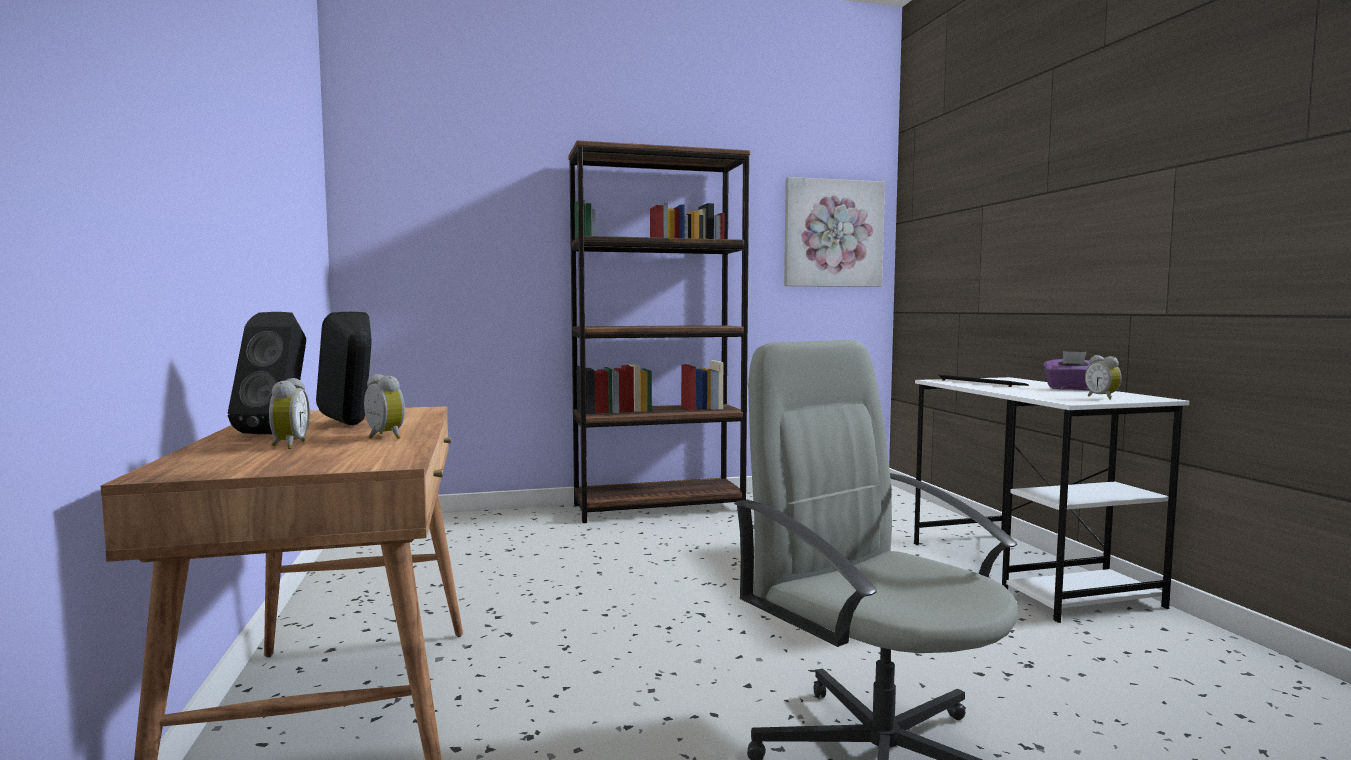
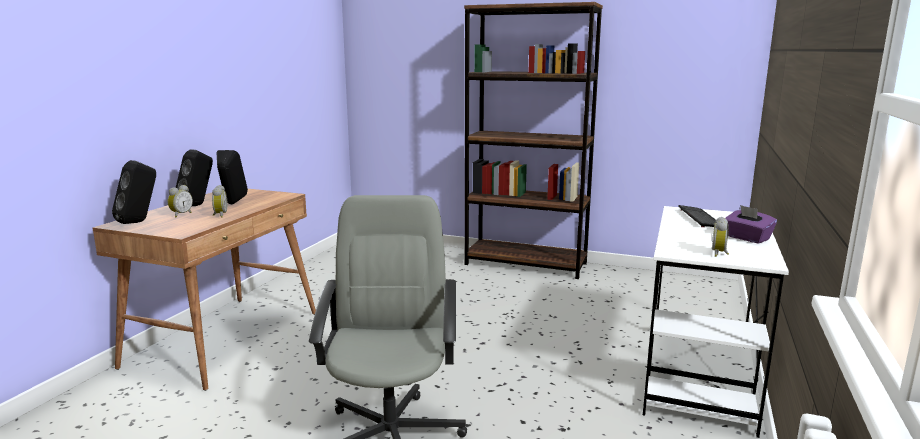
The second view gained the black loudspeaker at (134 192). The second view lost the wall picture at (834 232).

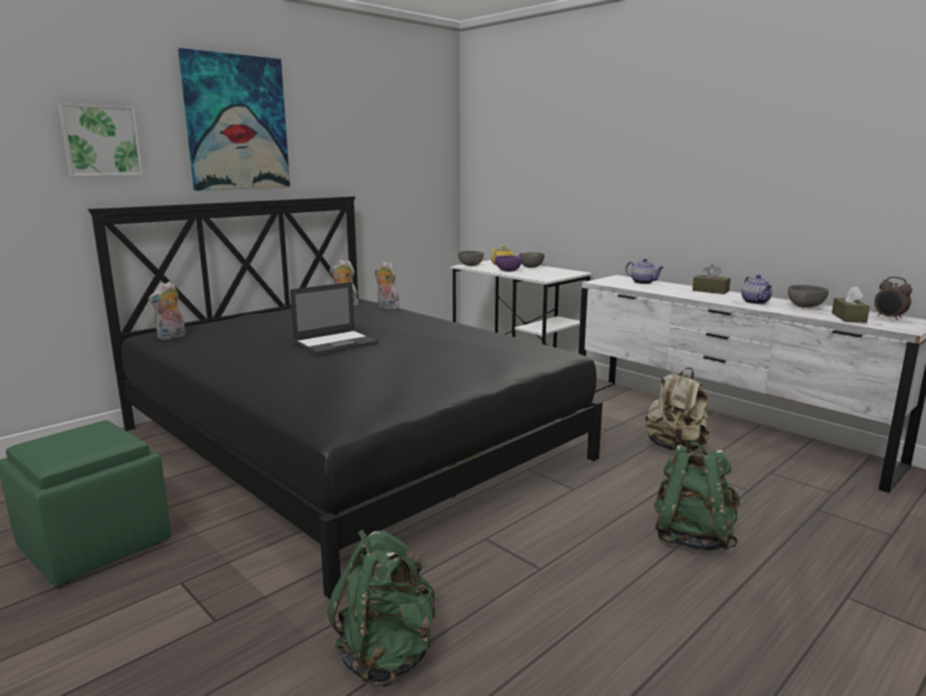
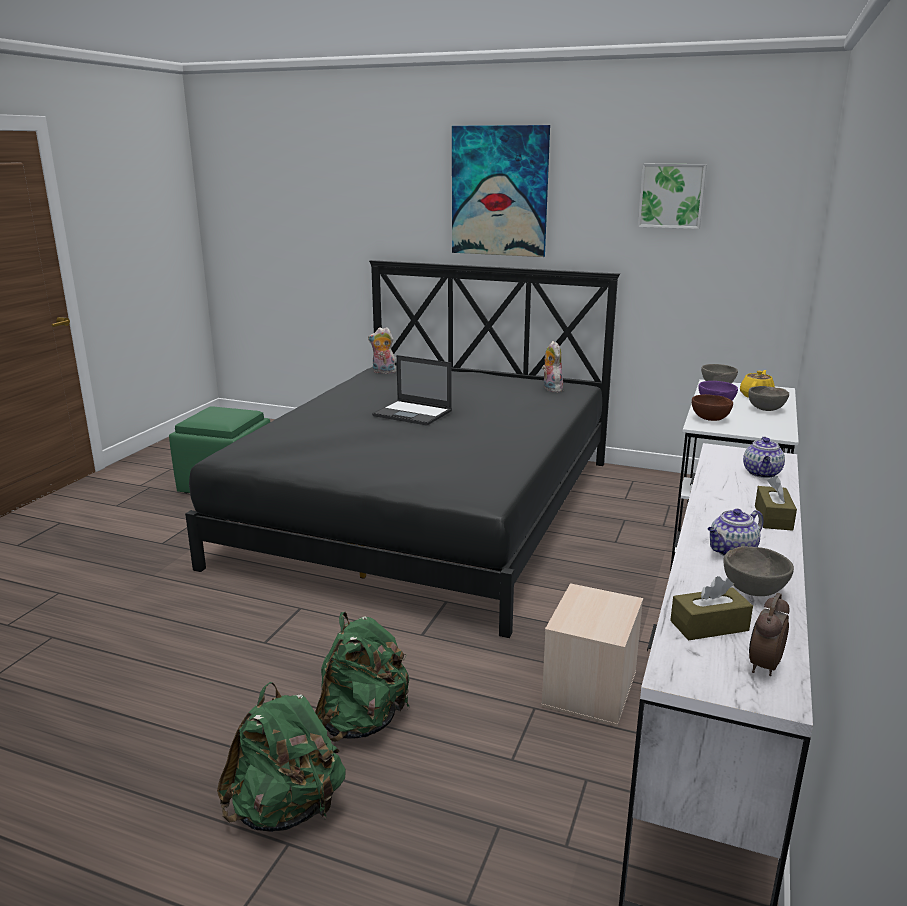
The greenish backpack ended up elsewhere, having gone from (381 608) to (281 757). Where the sand-coloured backpack stood at (677 409), the sand-coloured storage bin came to stand at (592 655). The wall picture ended up elsewhere, having gone from (100 139) to (672 196). The second view gained the brownish serving bowl at (712 407). The second view lost the cuddly toy at (387 285).

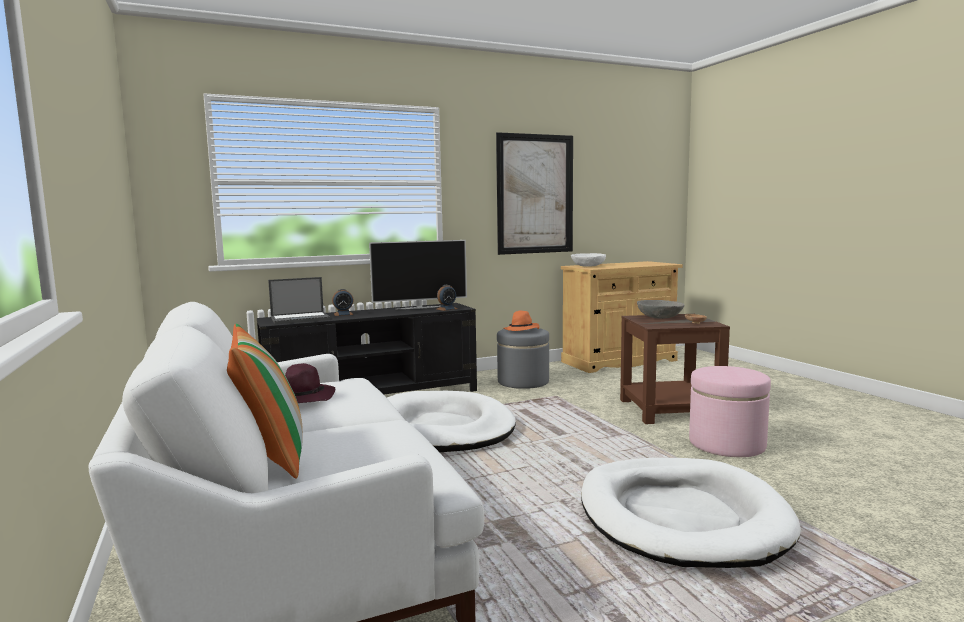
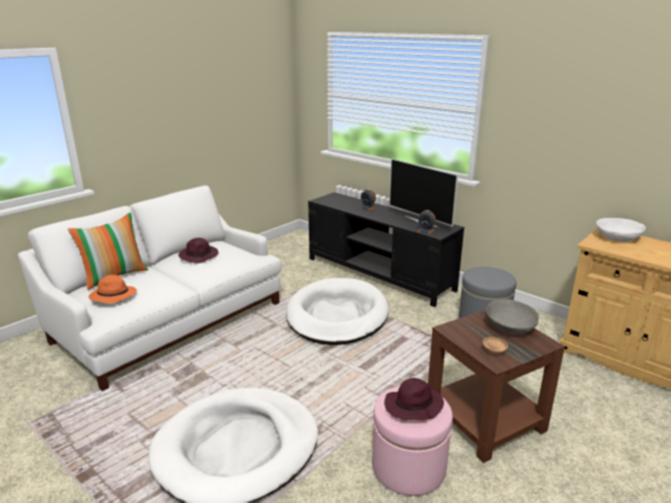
The orange wearable hat ended up elsewhere, having gone from (522 321) to (113 289). The second view gained the purple wearable hat at (414 399). The second view lost the laptop at (299 300). The second view lost the wall picture at (534 193).

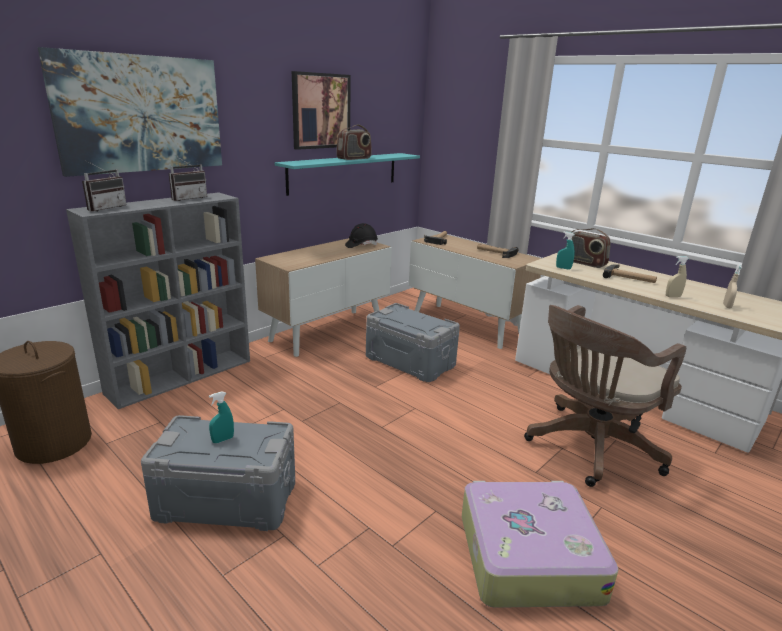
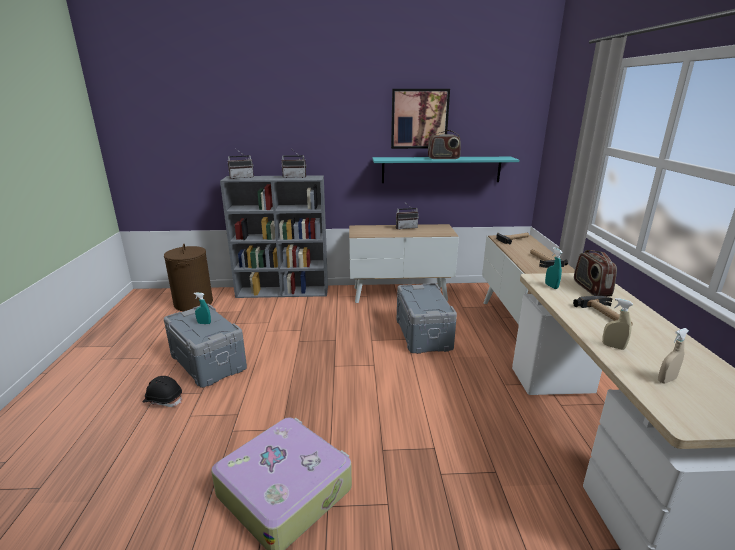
The black work helmet ended up elsewhere, having gone from (361 235) to (162 391). The second view gained the radio set at (407 215). The second view lost the wall picture at (130 112). The second view lost the brownish computer chair at (605 396).

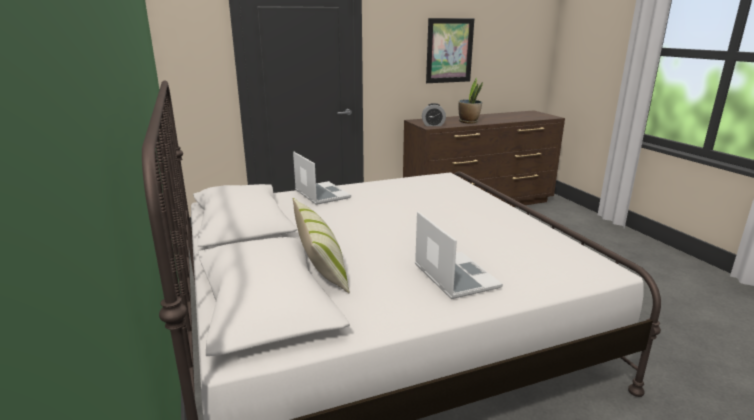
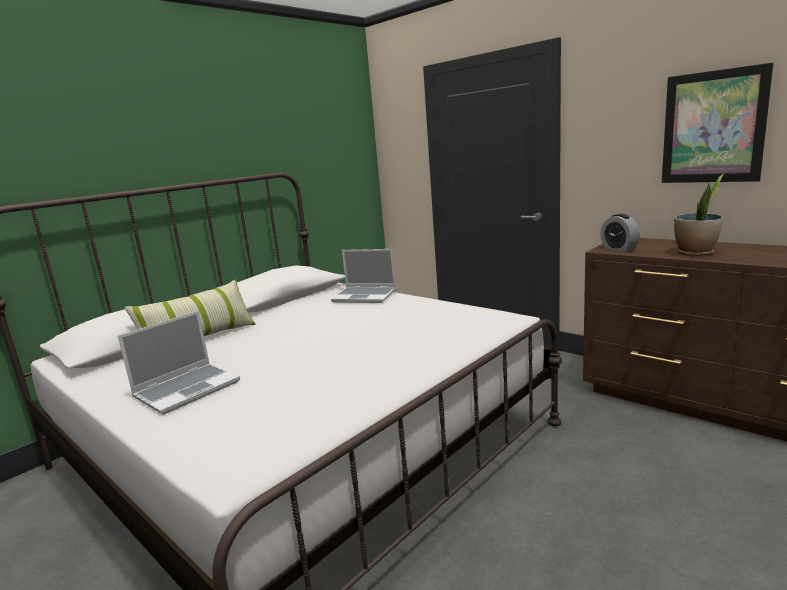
The laptop at (322 178) ended up facing another way, 75 degrees clockwise from before.

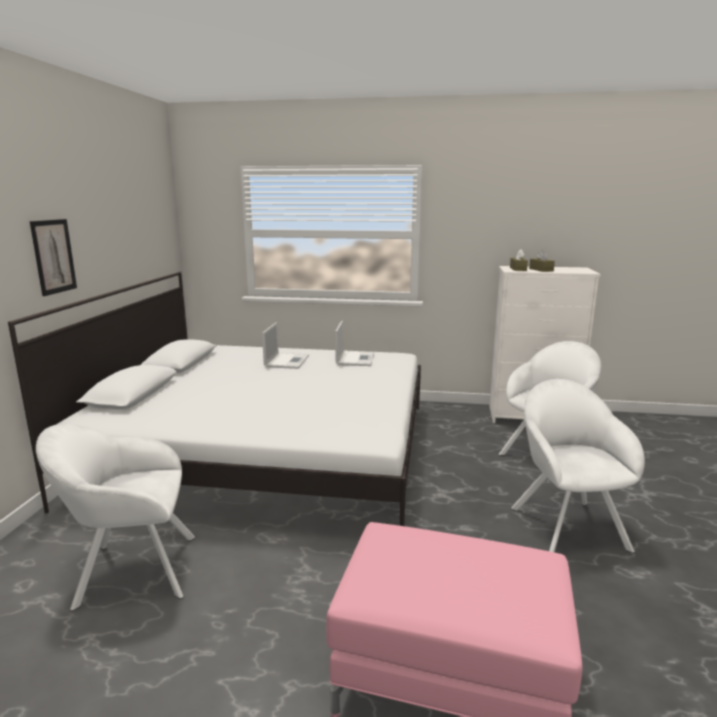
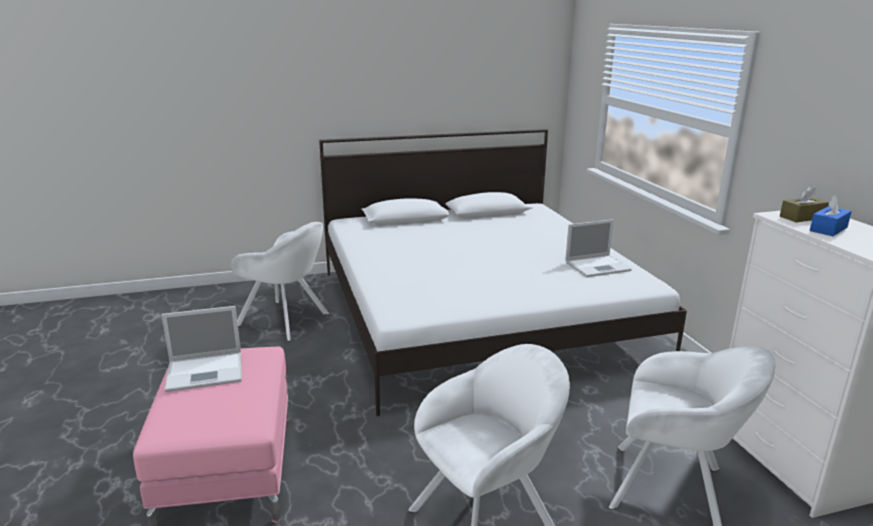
The laptop ended up elsewhere, having gone from (285 345) to (202 349). The whitish easy chair at (115 517) ended up facing another way, 150 degrees clockwise from before. What was the brownish tissue box at (542 261) turned into the blue-coloured tissue box at (831 215). The second view lost the wall picture at (53 257).

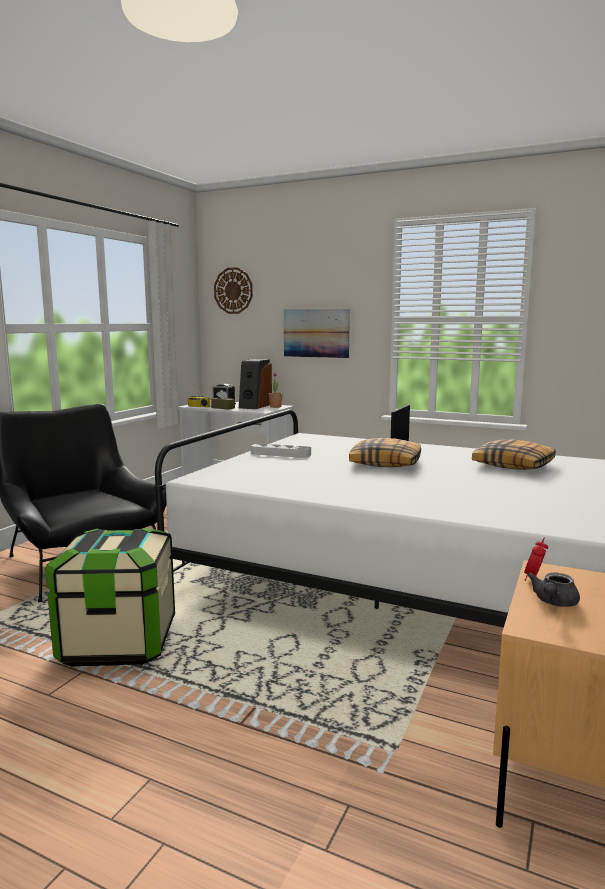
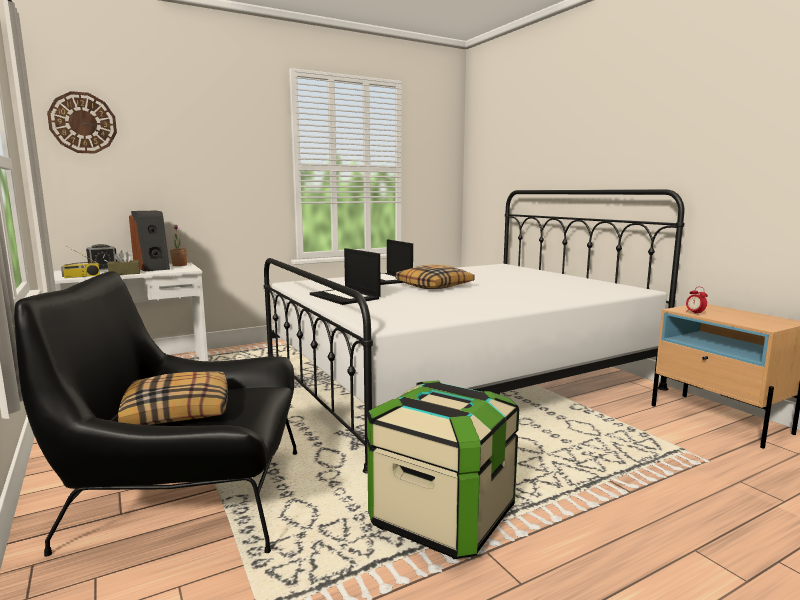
The pillow ended up elsewhere, having gone from (514 455) to (173 398). Where the greyish carrying tray stood at (281 450), the laptop came to stand at (345 276). The second view lost the wall picture at (317 333). The second view lost the greyish tea pot at (553 590).

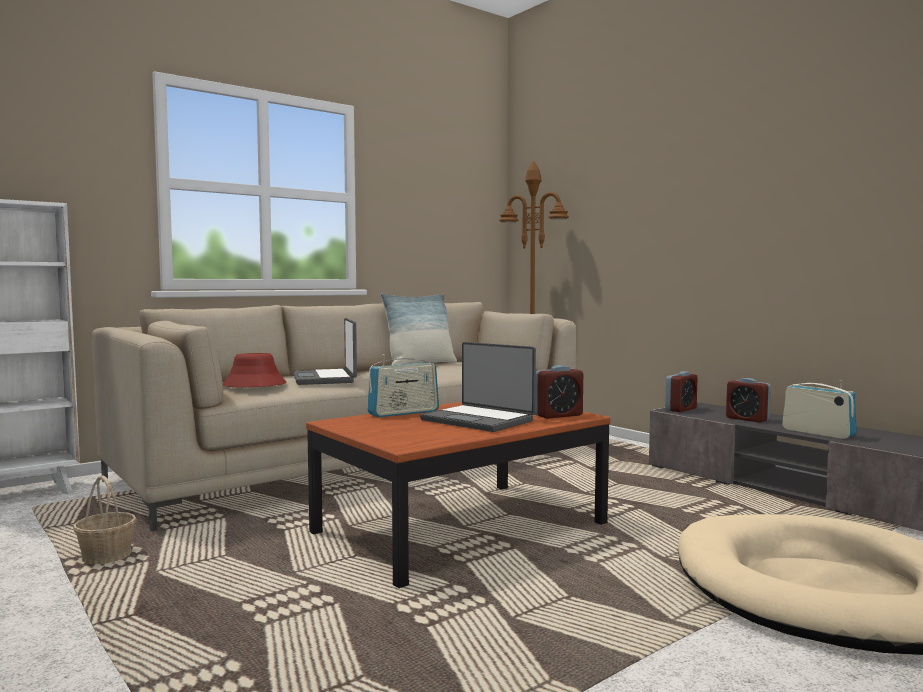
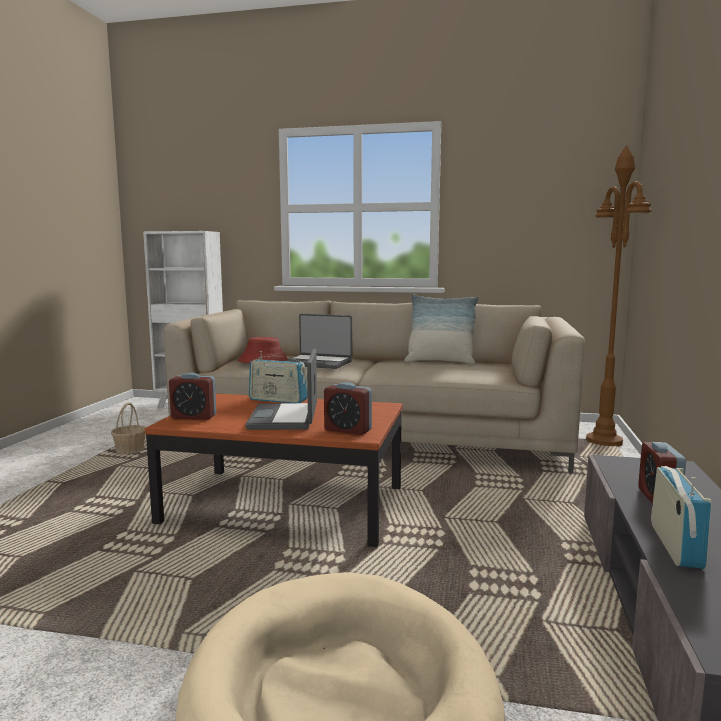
The table clock ended up elsewhere, having gone from (681 391) to (192 396). The laptop at (325 351) ended up facing another way, 105 degrees counterclockwise from before.

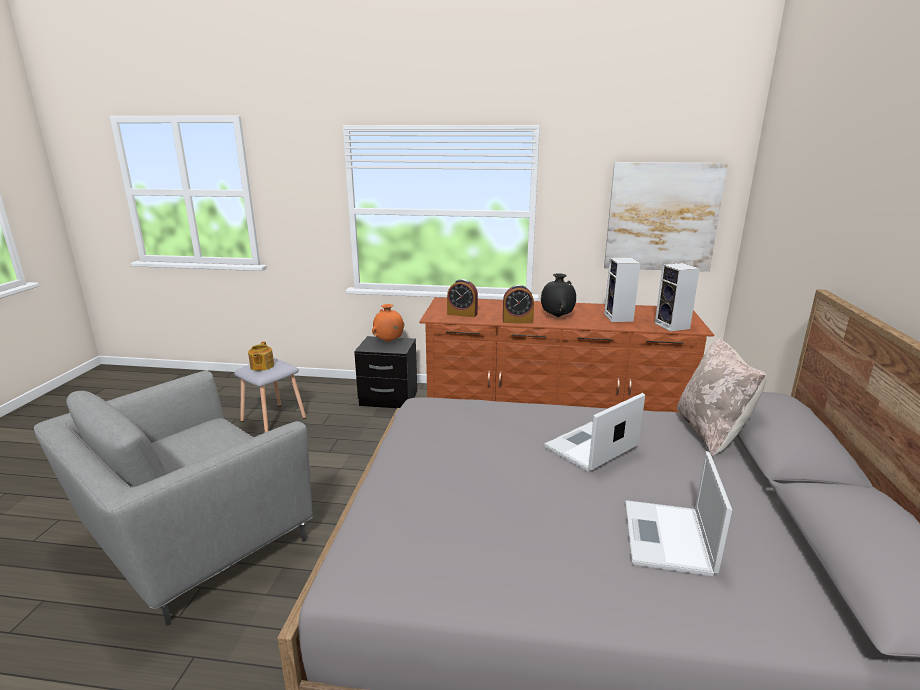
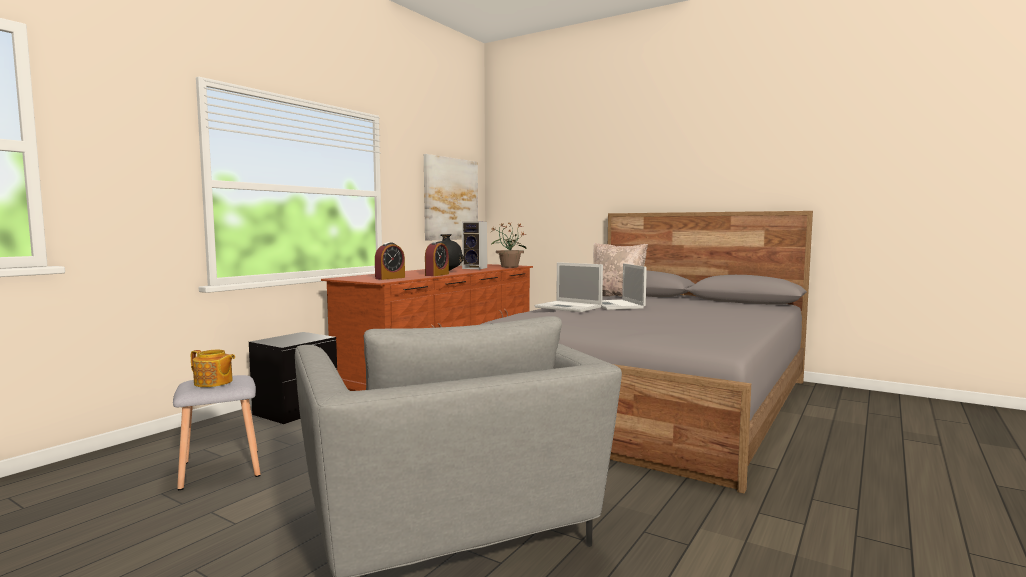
Where the loudspeaker stood at (677 297), the houseplant came to stand at (509 245). The laptop ended up elsewhere, having gone from (678 513) to (569 287). The second view lost the orange flower vase at (388 323).

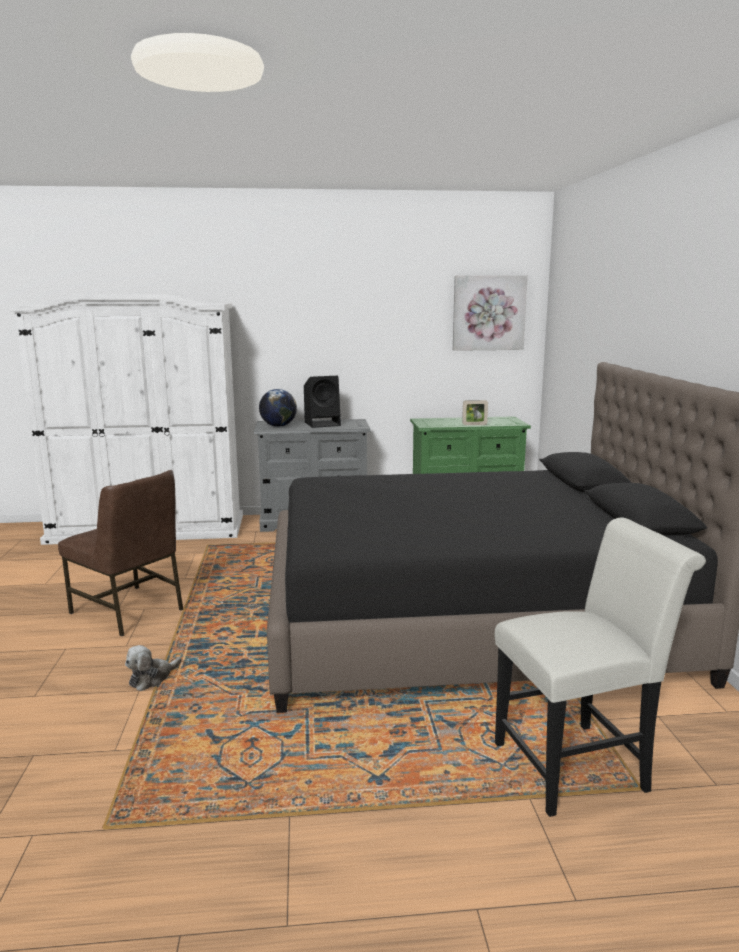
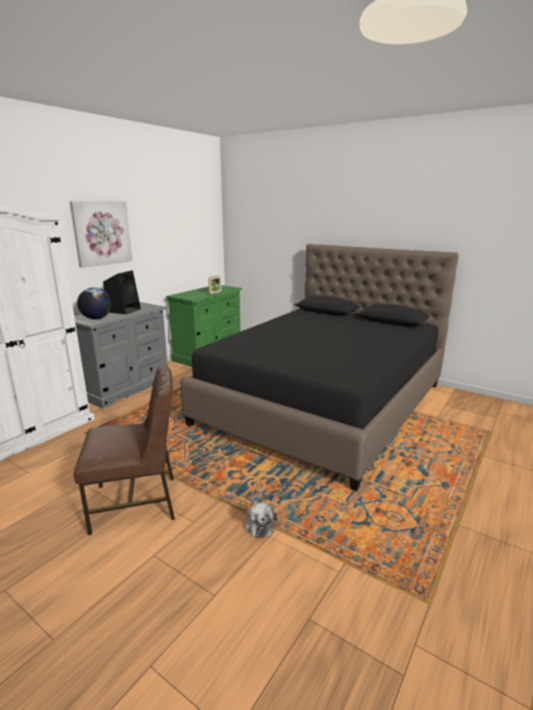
The wall picture ended up elsewhere, having gone from (490 313) to (101 234). The second view lost the whitish chair at (600 667).

